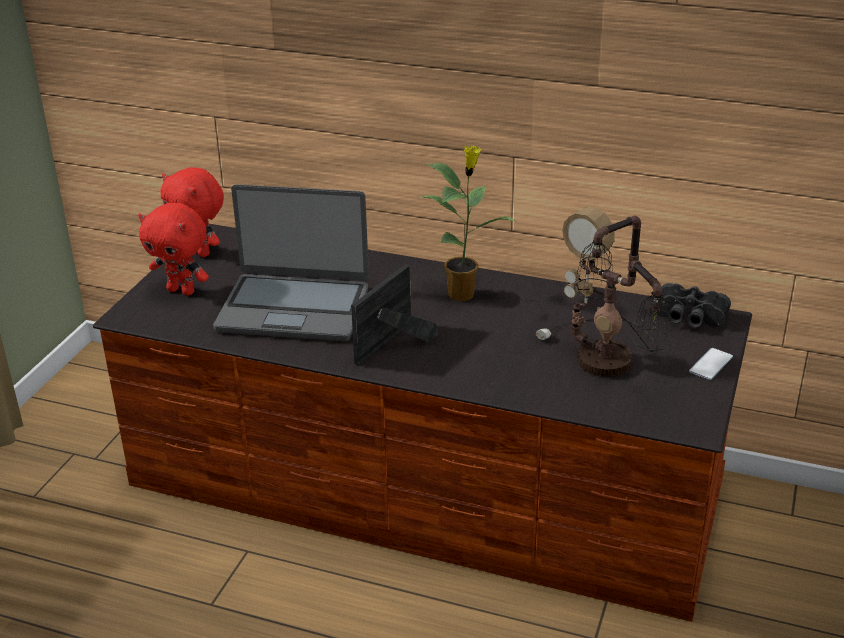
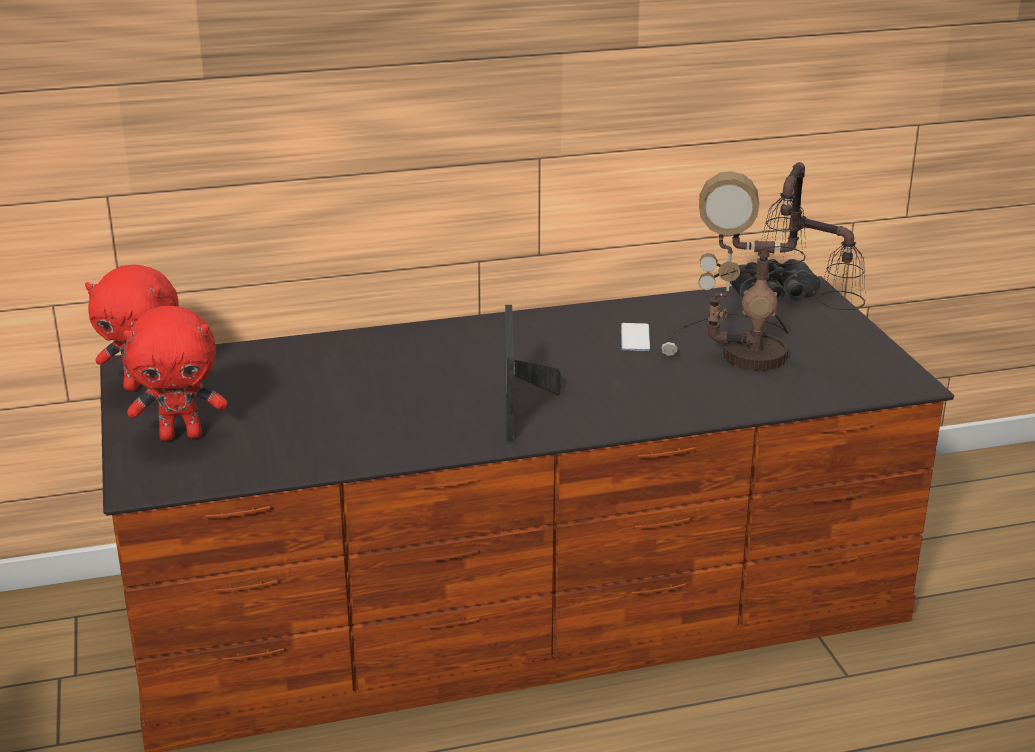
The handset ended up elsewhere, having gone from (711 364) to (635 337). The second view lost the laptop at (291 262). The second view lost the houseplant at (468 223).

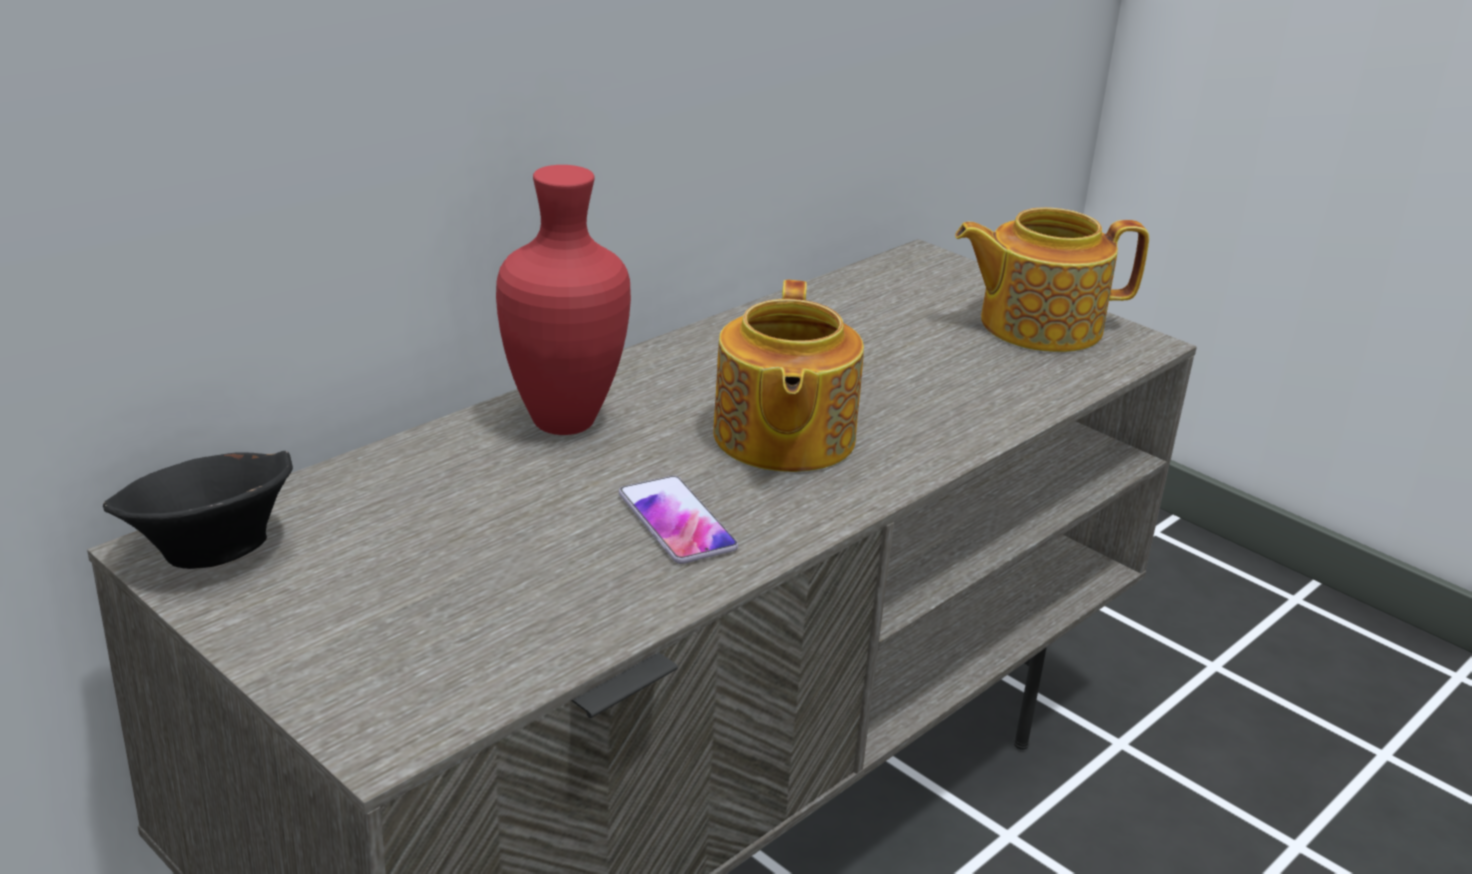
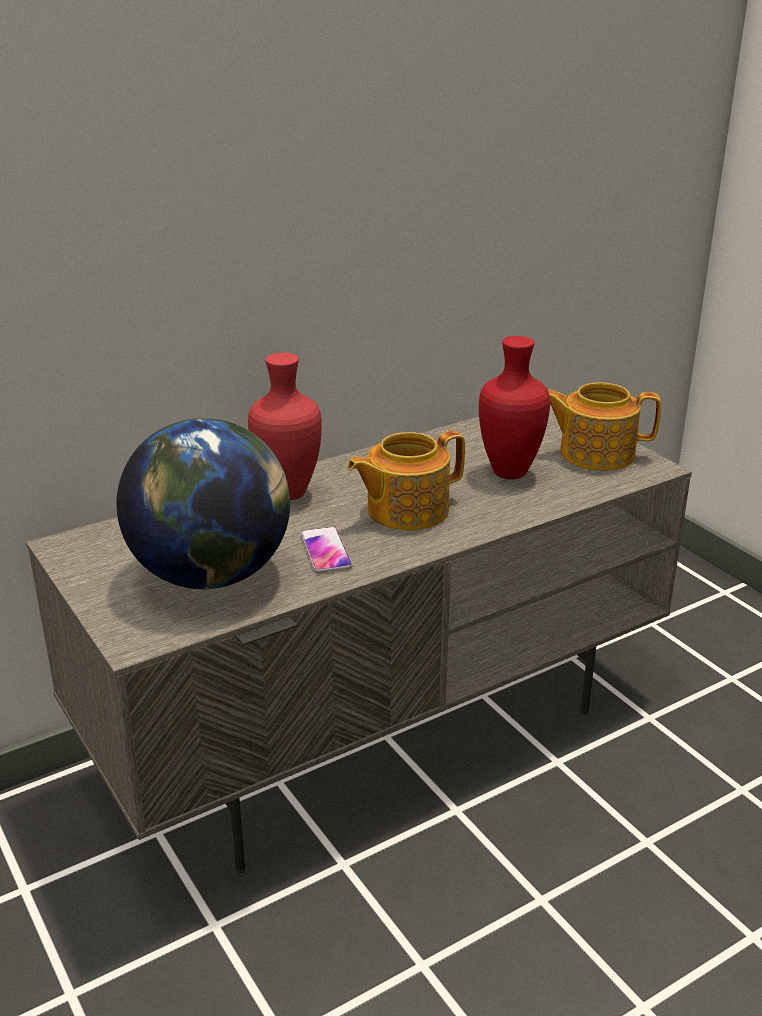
The second view gained the world globe at (203 503). The tea pot at (788 376) ended up facing another way, 45 degrees clockwise from before. The second view gained the red flower vase at (514 407). The second view lost the black serving bowl at (198 510).

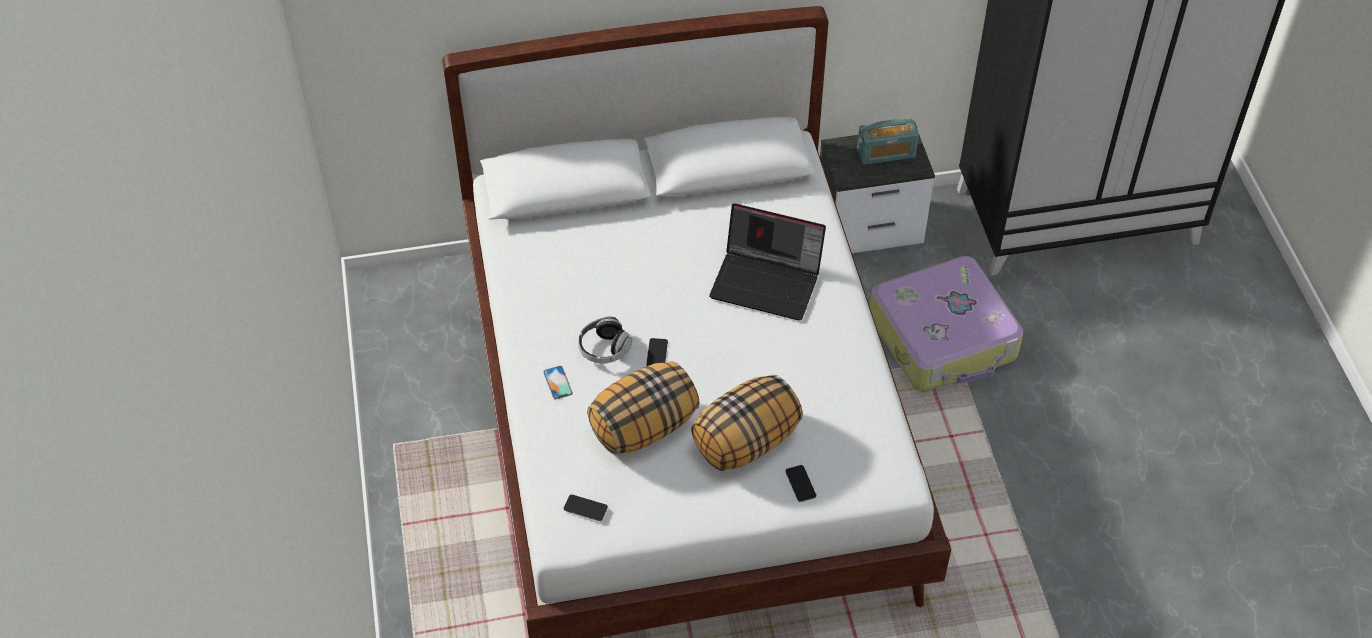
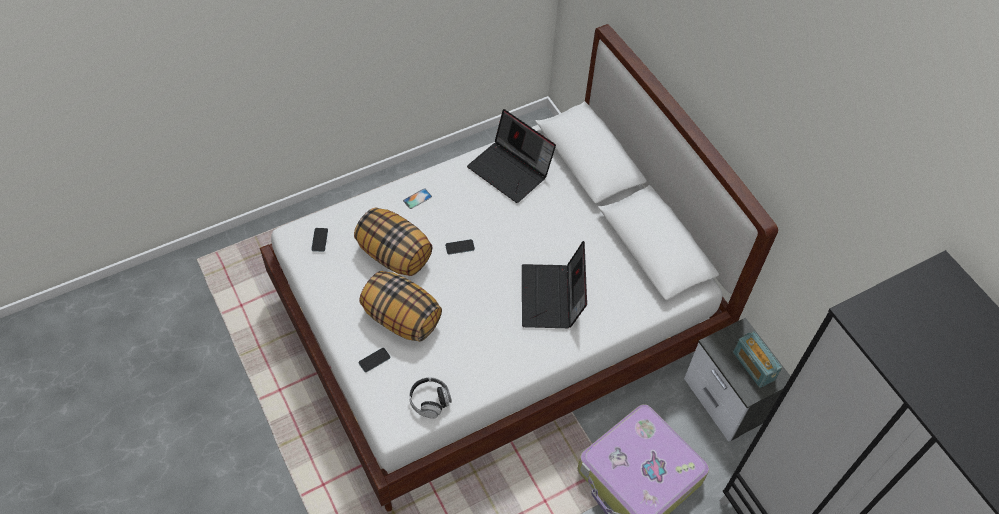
The headphones ended up elsewhere, having gone from (605 339) to (430 398). The second view gained the laptop at (511 156).

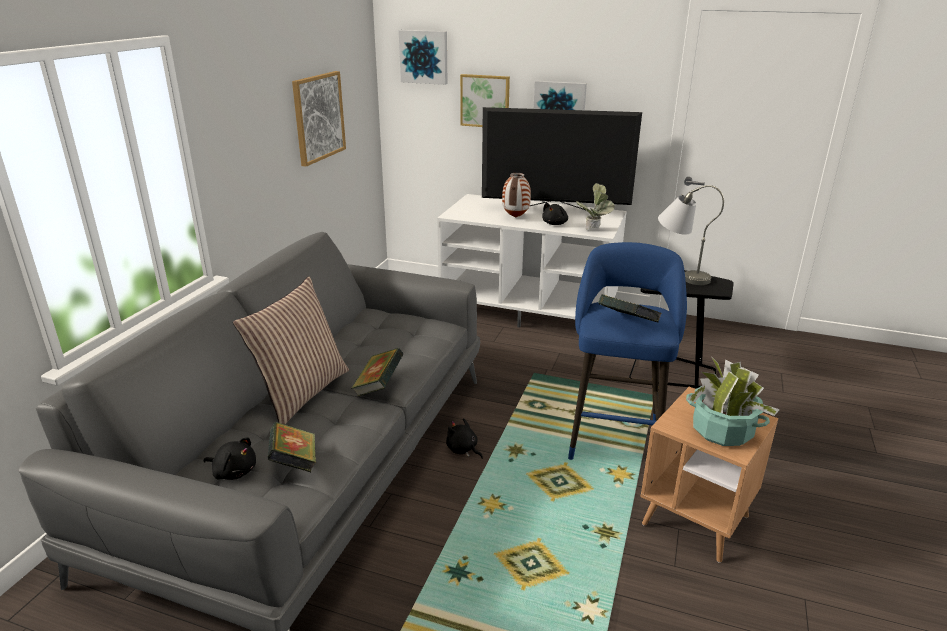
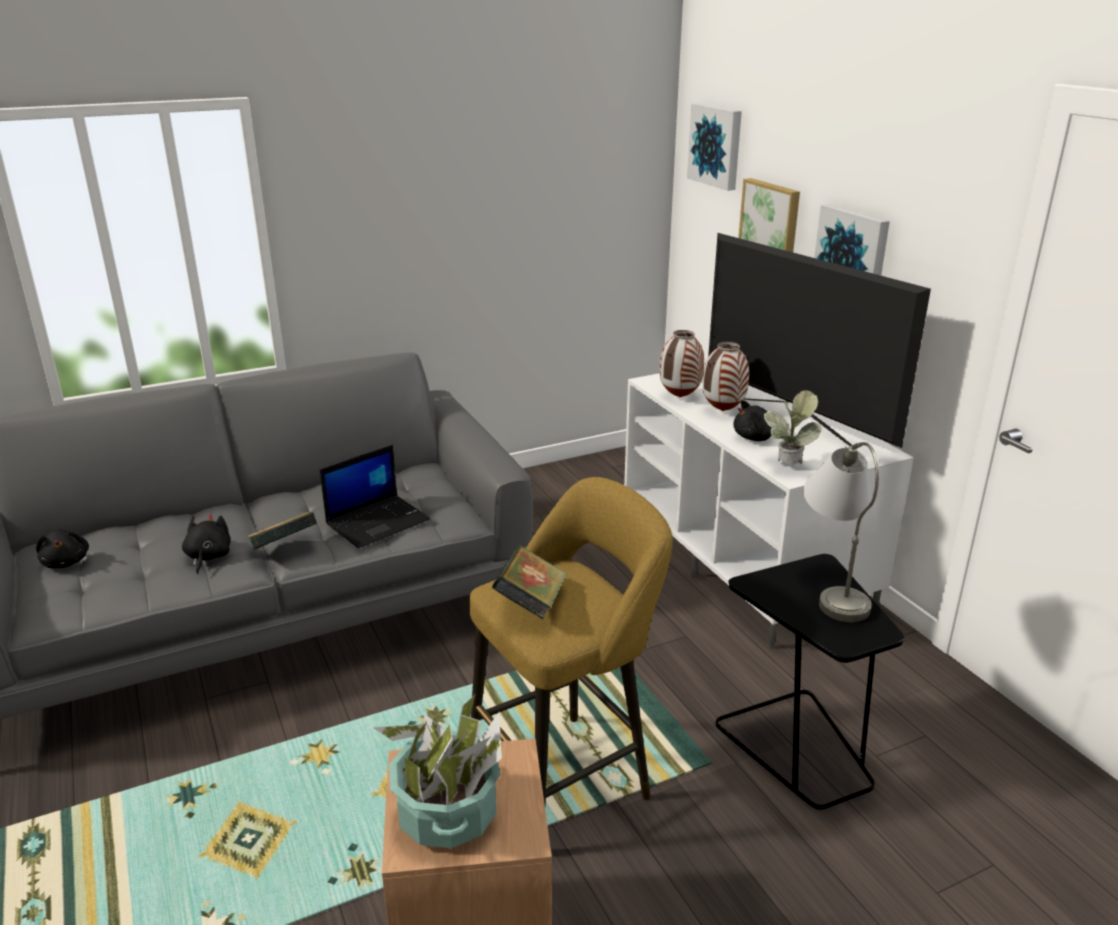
The black cuddly toy ended up elsewhere, having gone from (464 438) to (206 543). The second view gained the laptop at (375 496). What was the blue-coloured stool at (627 351) turned into the yellow-coloured stool at (571 640). The second view gained the flower vase at (682 363). The second view lost the pillow at (291 350). The second view lost the volume at (291 447). The second view lost the wall picture at (319 119).

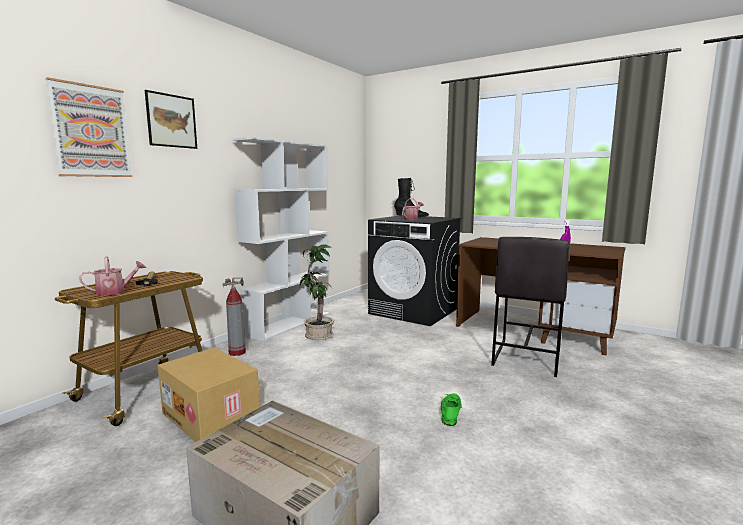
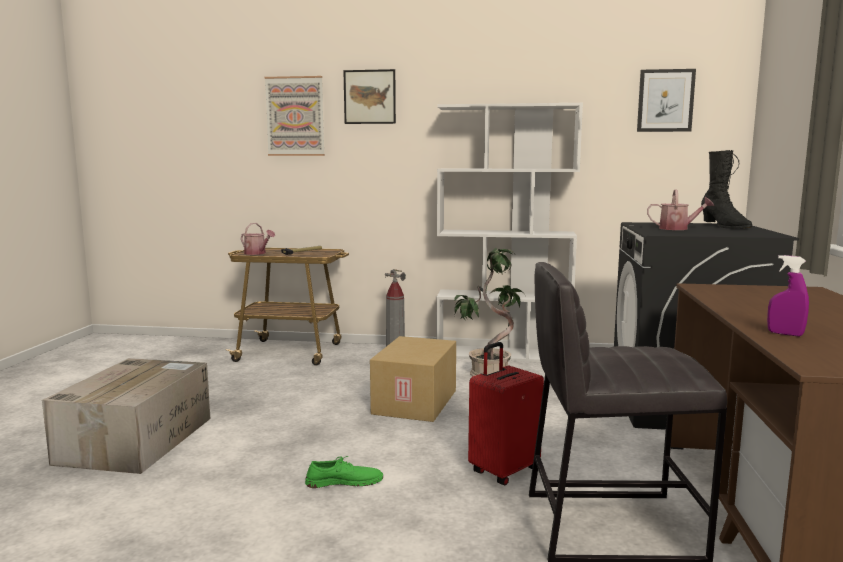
The carton ended up elsewhere, having gone from (209 394) to (413 379). The second view gained the red suitcase at (506 413). The second view gained the wall picture at (666 100).

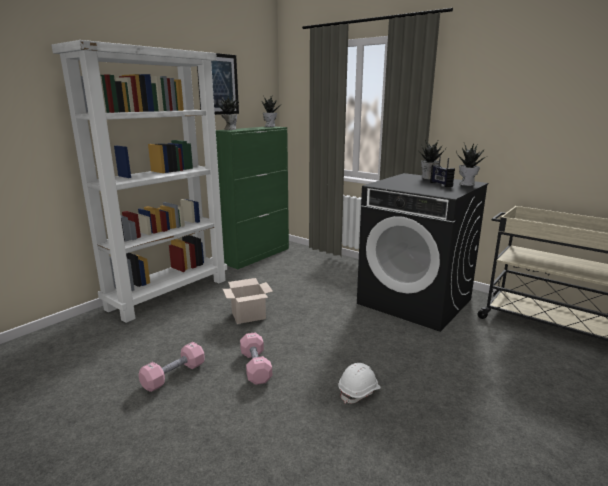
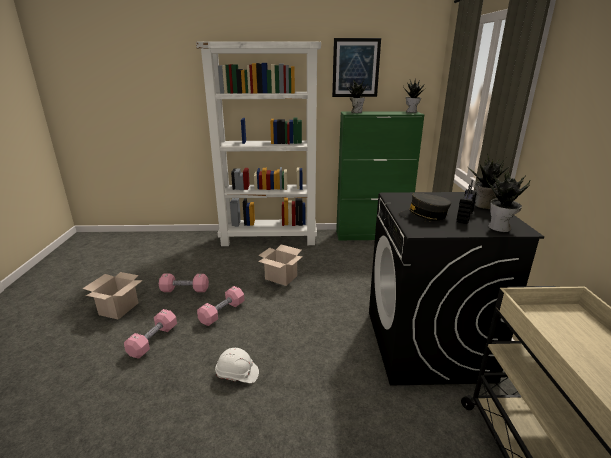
The second view gained the carton at (112 296). The second view gained the pink-coloured dumbbell at (150 334). The second view gained the greyish cap at (424 207).

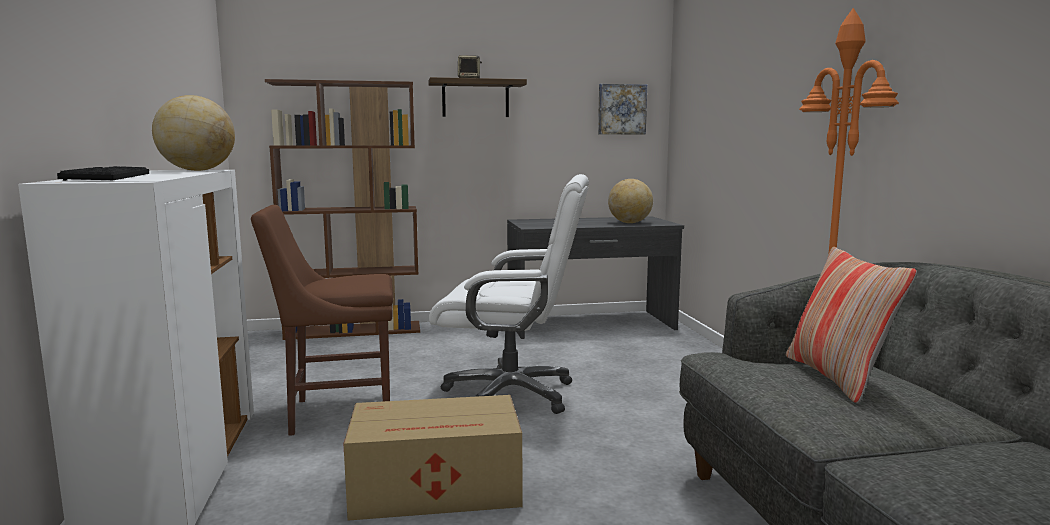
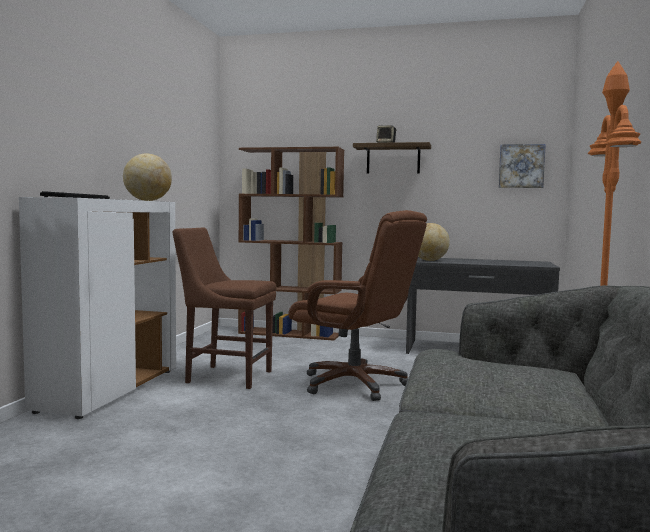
What was the whitish computer chair at (509 294) turned into the brownish computer chair at (357 305). The world globe ended up elsewhere, having gone from (630 201) to (434 242). The second view lost the carton at (432 458). The second view lost the pillow at (851 325).

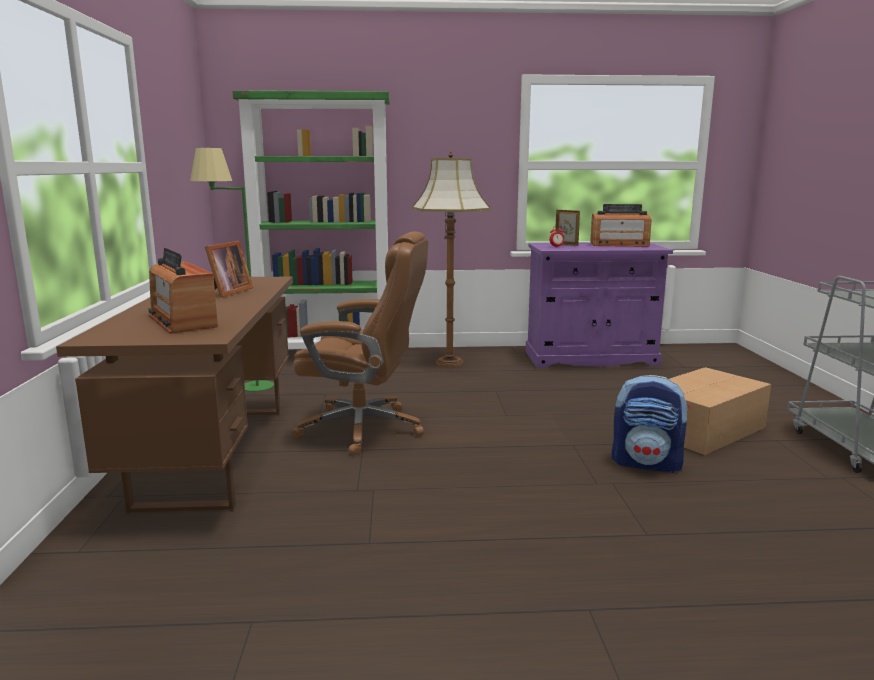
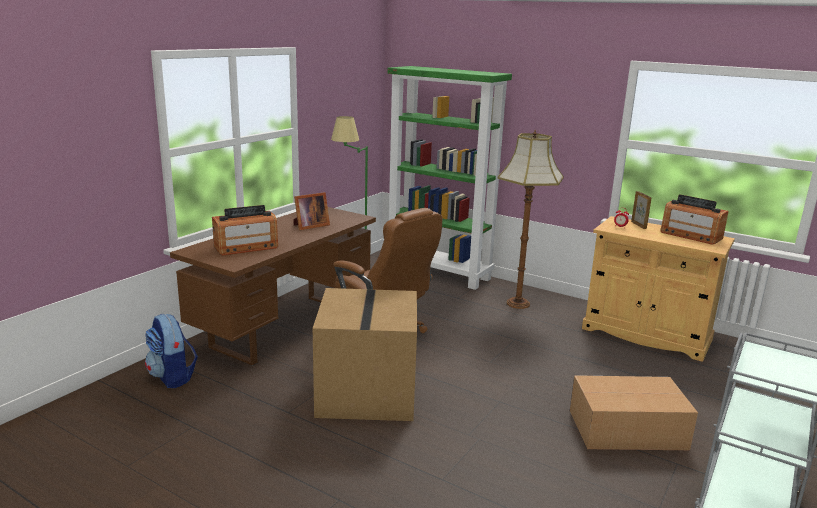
The backpack ended up elsewhere, having gone from (650 424) to (171 350). The radio set at (183 291) ended up facing another way, 120 degrees counterclockwise from before. The second view gained the carton at (365 354). What was the purple cabinet at (599 305) turned into the sand-coloured cabinet at (658 289).

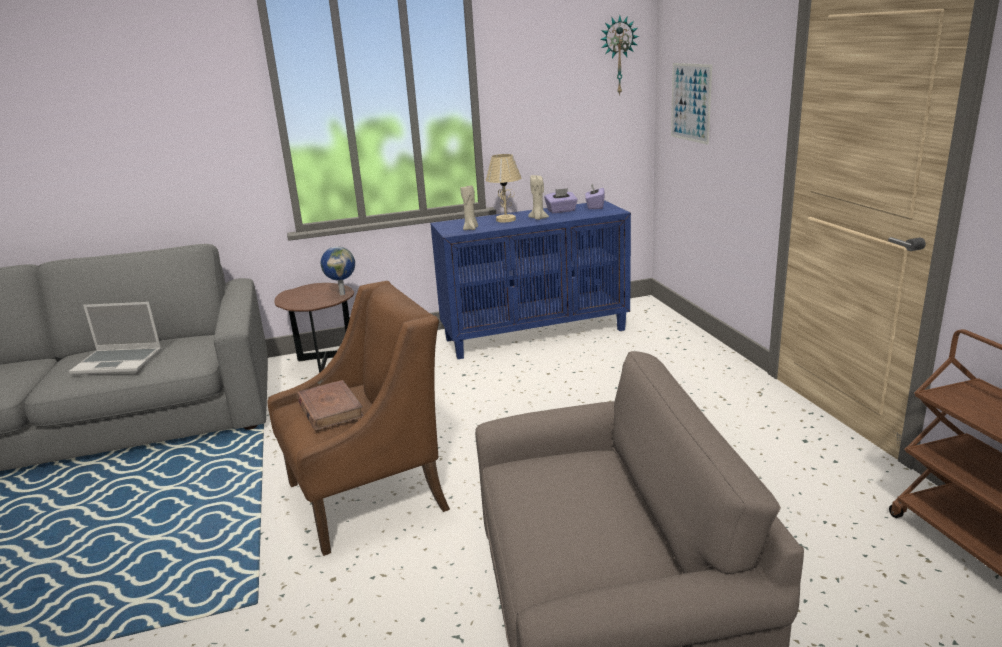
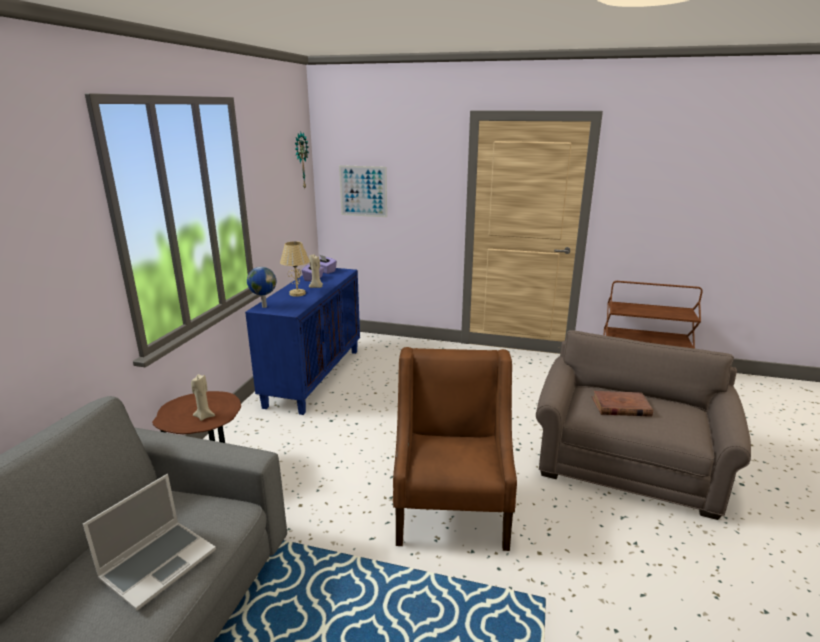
The sand-coloured wax candle ended up elsewhere, having gone from (469 207) to (203 397). The world globe ended up elsewhere, having gone from (338 270) to (261 287). The brownish volume ended up elsewhere, having gone from (329 405) to (622 404).

